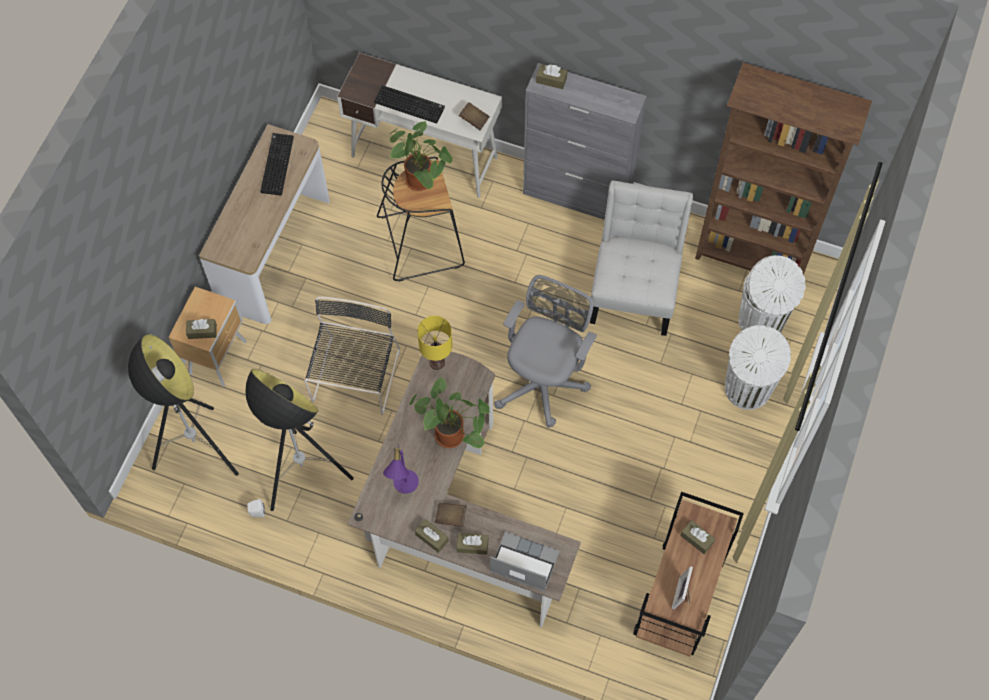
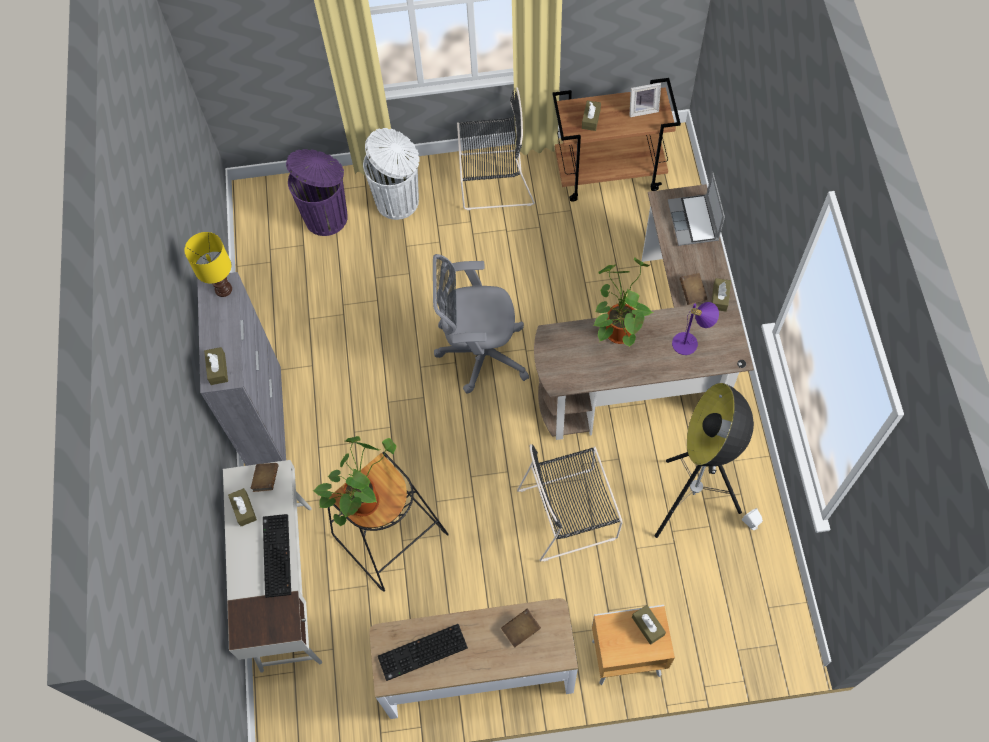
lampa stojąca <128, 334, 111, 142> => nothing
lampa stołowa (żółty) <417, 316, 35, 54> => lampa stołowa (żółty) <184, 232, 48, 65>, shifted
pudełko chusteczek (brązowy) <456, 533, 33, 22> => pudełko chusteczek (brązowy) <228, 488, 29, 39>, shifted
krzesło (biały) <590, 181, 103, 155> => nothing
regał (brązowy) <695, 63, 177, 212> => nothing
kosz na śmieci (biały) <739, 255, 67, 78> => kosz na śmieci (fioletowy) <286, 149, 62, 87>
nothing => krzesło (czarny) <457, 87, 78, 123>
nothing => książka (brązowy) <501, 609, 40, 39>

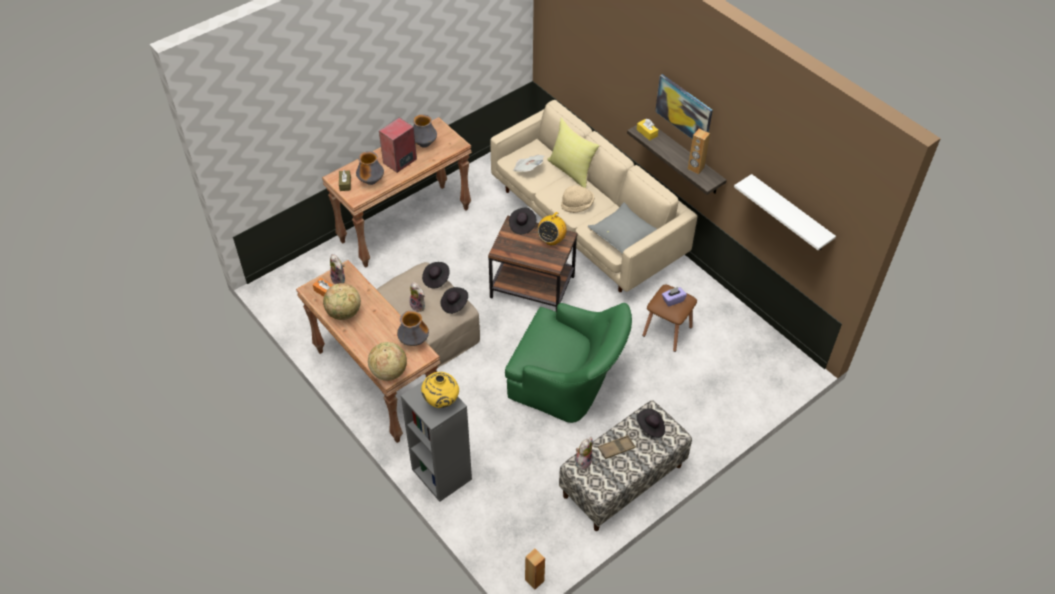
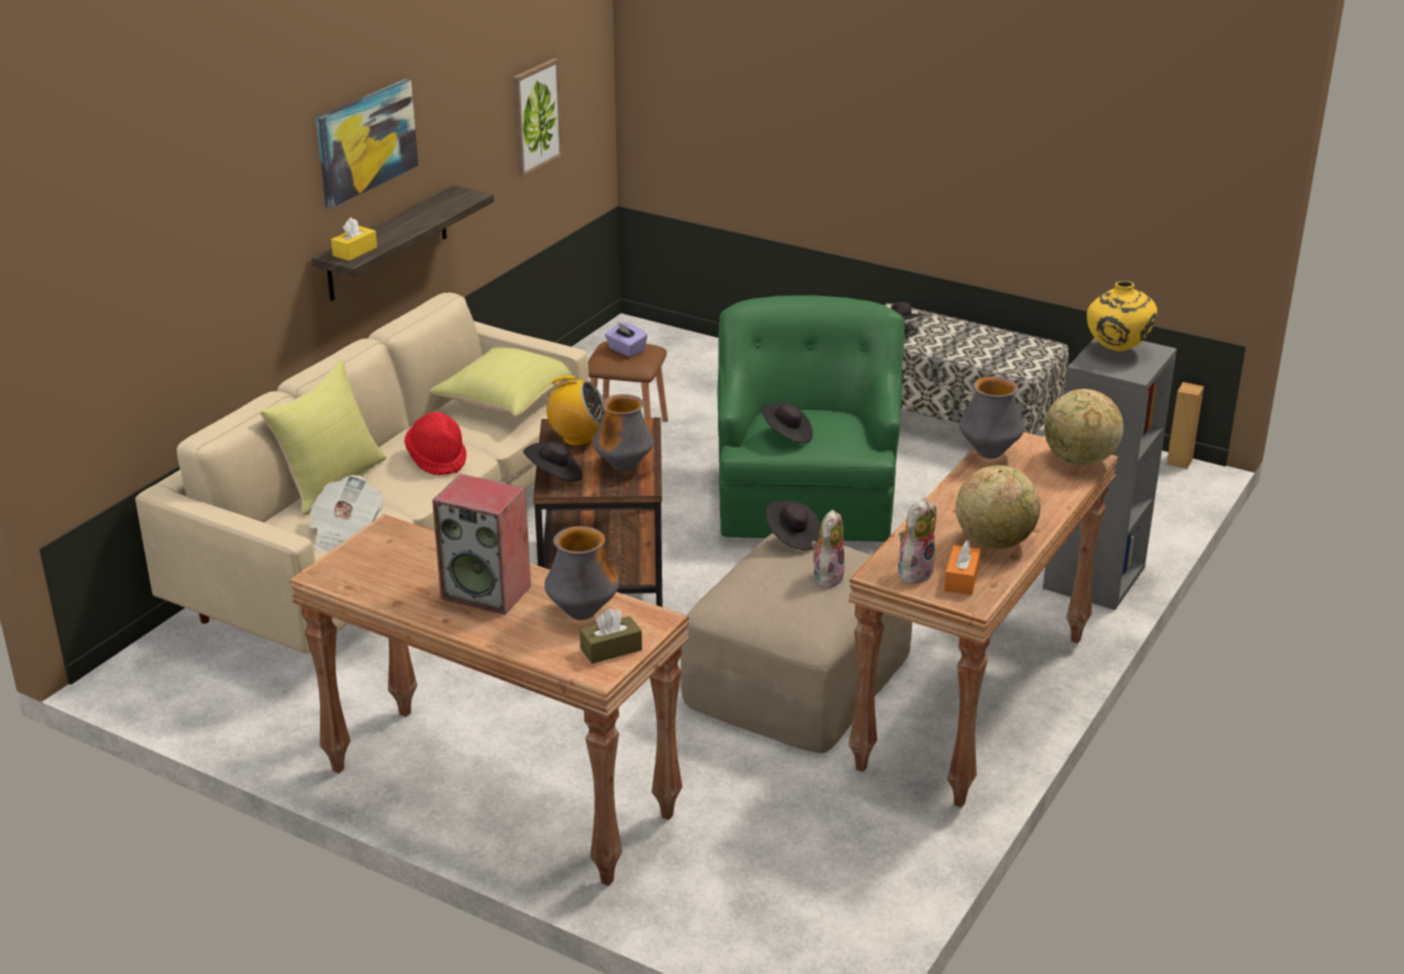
wazon <413, 114, 24, 34> => wazon <593, 394, 61, 78>, shifted
kapelusz (czarny) <422, 262, 28, 26> => kapelusz (czarny) <761, 403, 52, 41>, shifted
kapelusz (beżowy) <561, 185, 33, 28> => kapelusz (czerwony) <405, 412, 62, 63>
pluszak <576, 437, 17, 33> => nothing
poduszka (szary) <587, 202, 70, 53> => poduszka (żółty) <429, 347, 143, 70>
taca (brązowy) <598, 435, 38, 24> => nothing
głośnik (brązowy) <688, 129, 22, 45> => nothing
półka (biały) <734, 174, 102, 76> => obraz <513, 58, 50, 119>

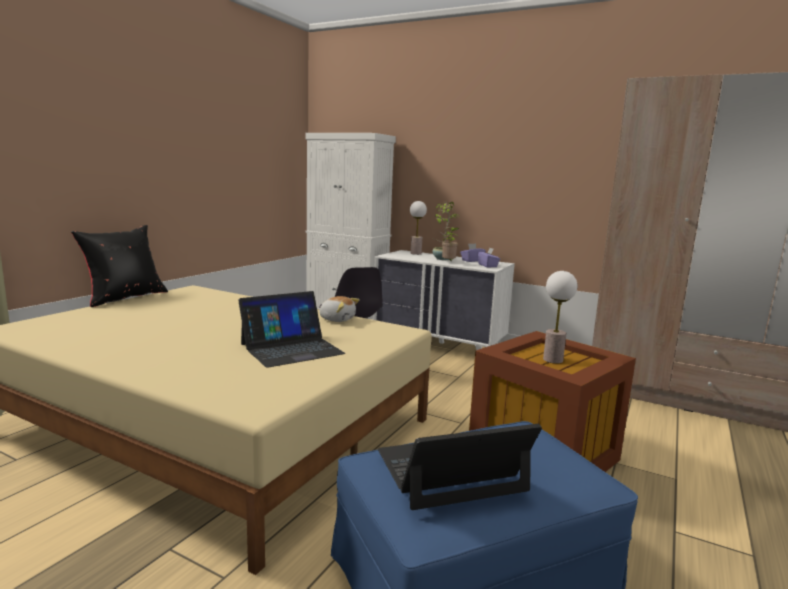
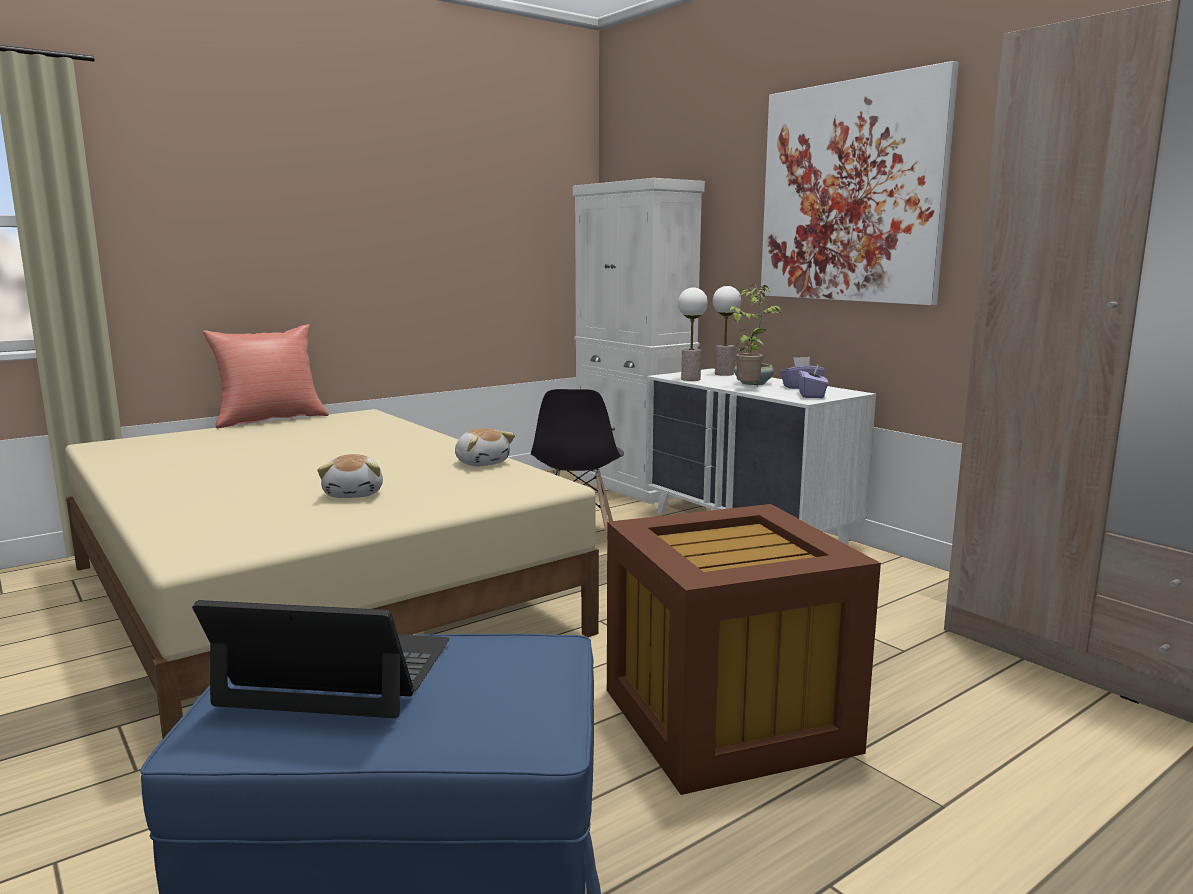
poduszka (czarny) <71, 225, 97, 82> => poduszka (czerwony) <202, 324, 127, 104>
laptop <238, 291, 107, 77> => pluszak <317, 454, 66, 44>
lampa stołowa <543, 271, 34, 93> => lampa stołowa <678, 287, 30, 94>, shifted
nothing => obraz <761, 61, 198, 244>

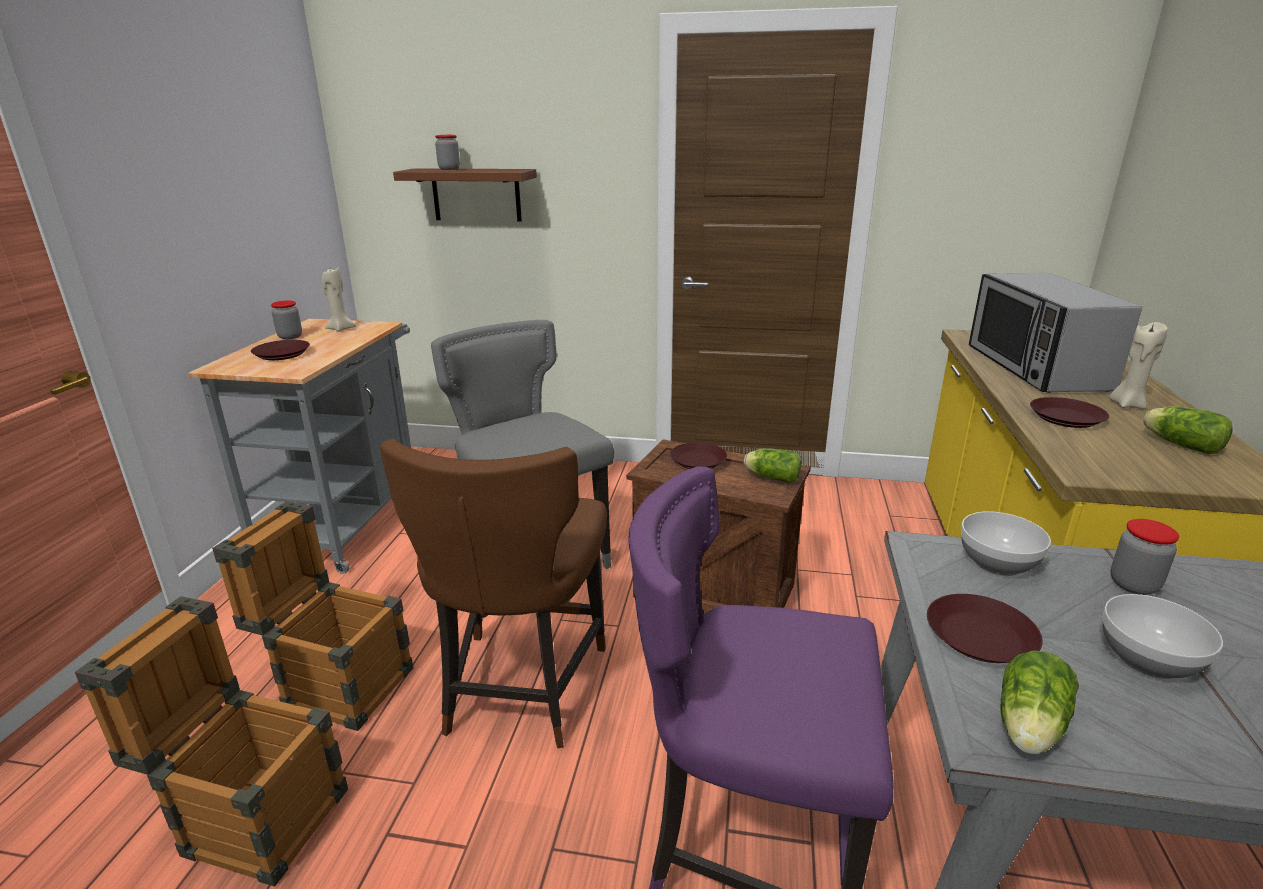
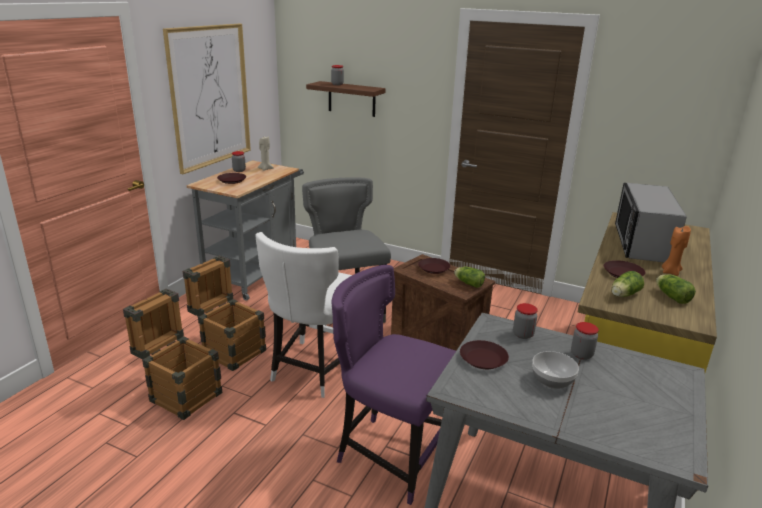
krzesło (brązowy) <380, 439, 227, 309> => krzesło (biały) <255, 232, 97, 166>
miska <961, 511, 90, 65> => słoik <513, 303, 25, 36>
sałata <1001, 650, 78, 104> => sałata <611, 271, 33, 26>, shifted
świeca (beżowy) <1109, 322, 59, 87> => świeca (pomarańczowy) <662, 226, 29, 50>
nothing => obraz <163, 24, 88, 150>

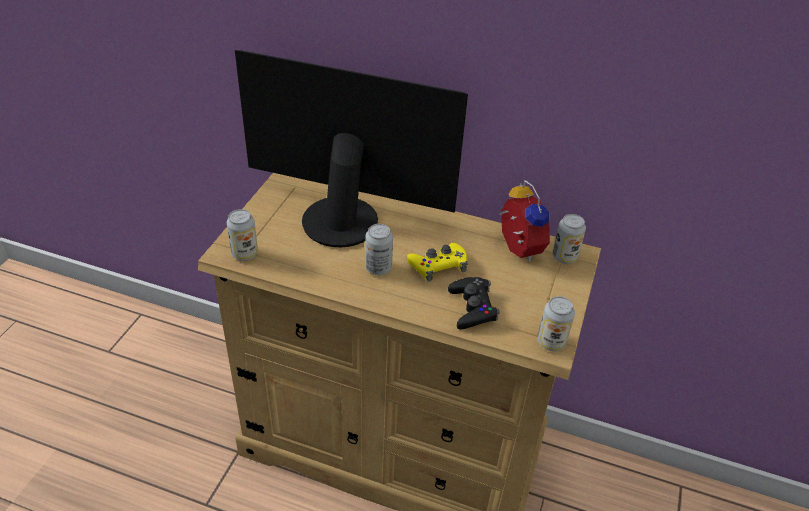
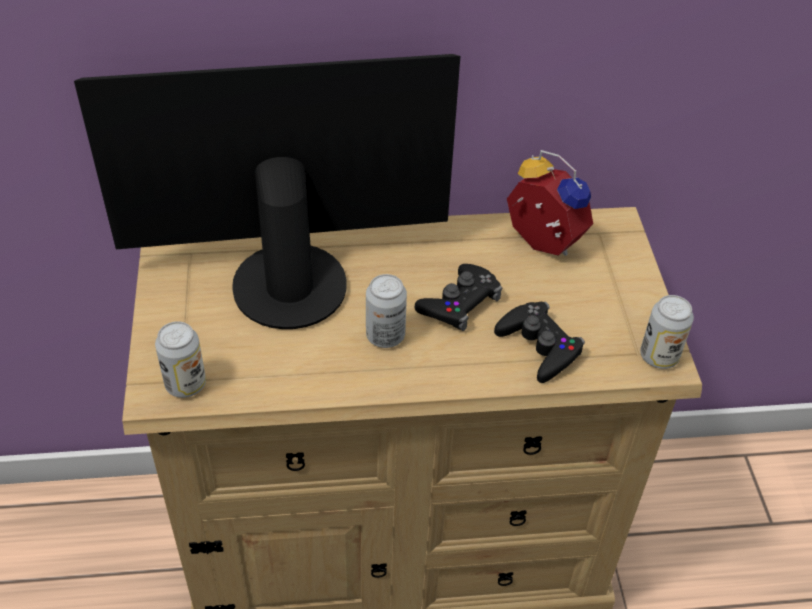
pad do gier (żółty) <407, 243, 61, 39> => pad do gier (czarny) <415, 264, 88, 67>
puszka <552, 214, 34, 50> => nothing

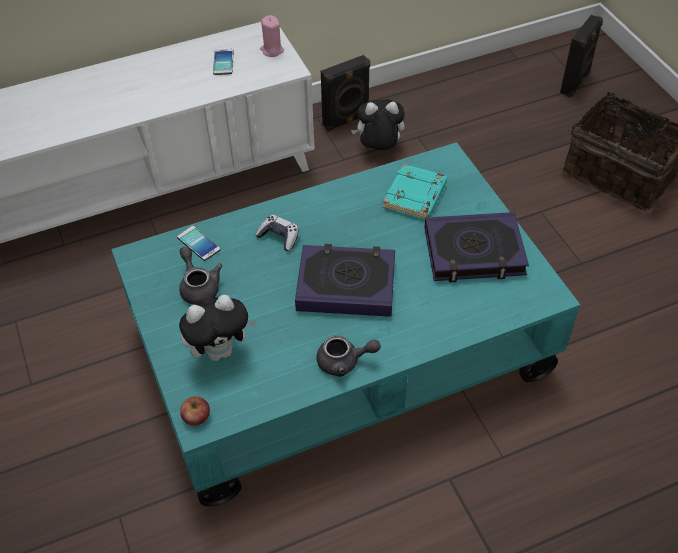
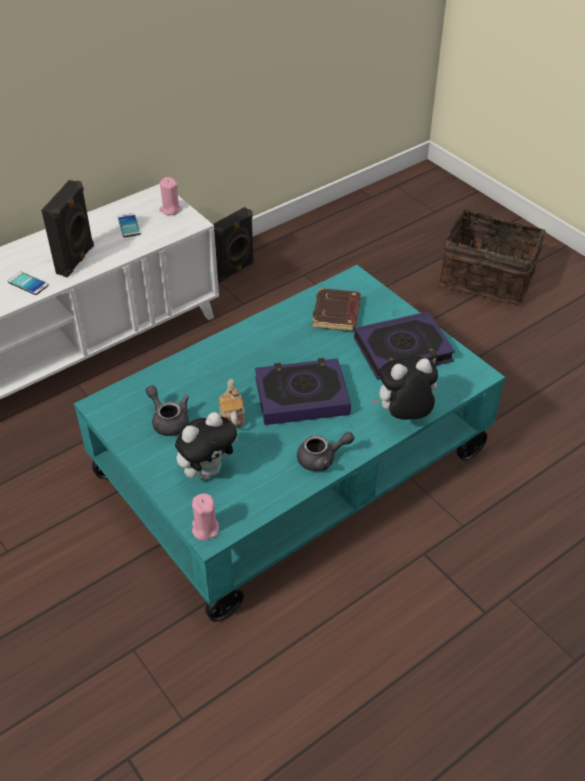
telefon <177, 226, 44, 35> => telefon <8, 271, 41, 24>, shifted
jabłko <180, 396, 30, 30> => świeca (różowy) <192, 493, 27, 48>
pad do gier <255, 215, 44, 36> => nothing
pluszak <351, 99, 54, 51> => pluszak <372, 356, 66, 64>, shifted
książka (turkusowy) <383, 164, 64, 56> => książka (brązowy) <312, 288, 49, 43>
głośnik (czarny) <560, 15, 43, 82> => głośnik (czarny) <41, 180, 53, 98>, shifted
nothing => imbryk <219, 379, 26, 49>

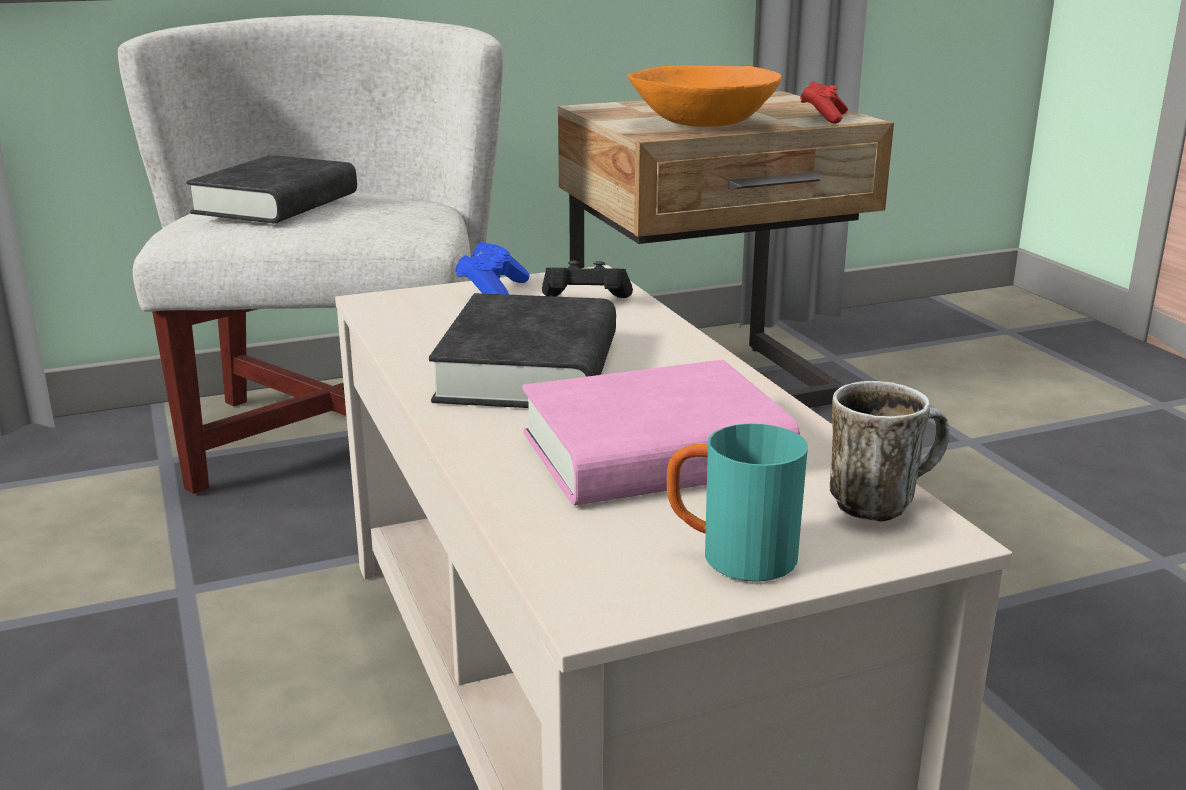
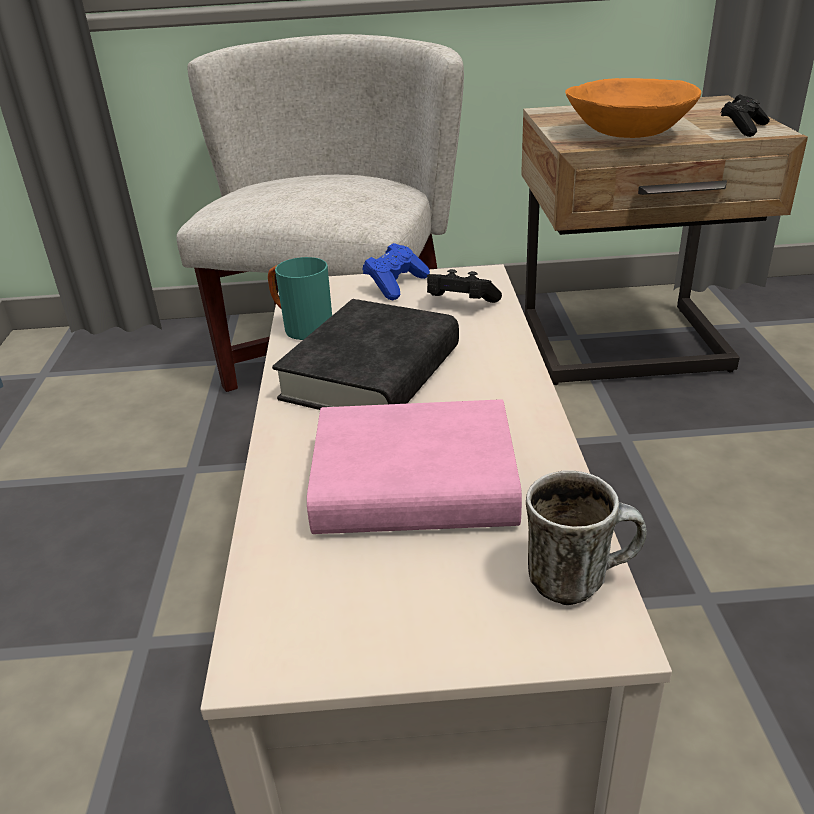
książka (czarny) <186, 155, 171, 68> => nothing
kubek (turkusowy) <667, 424, 141, 158> => kubek (turkusowy) <268, 257, 64, 83>, shifted
pad do gier (czerwony) <800, 81, 48, 43> => pad do gier (czarny) <721, 94, 49, 43>

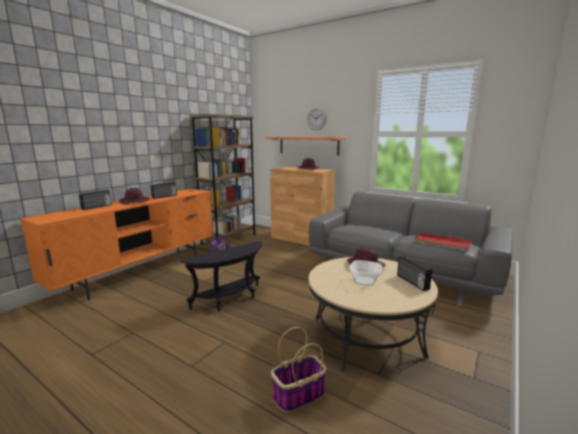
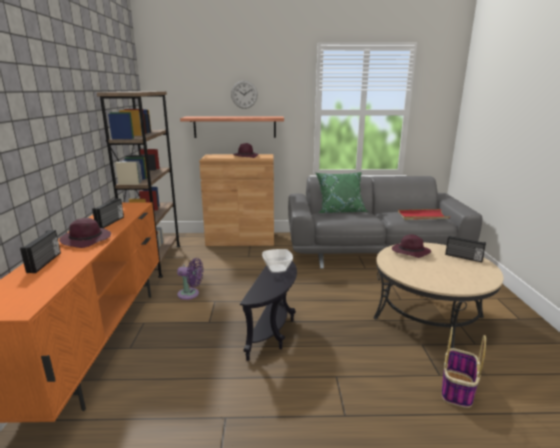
miska <349, 260, 33, 26> => miska <262, 249, 31, 24>, shifted
nothing => poduszka (zielony) <316, 172, 53, 41>

